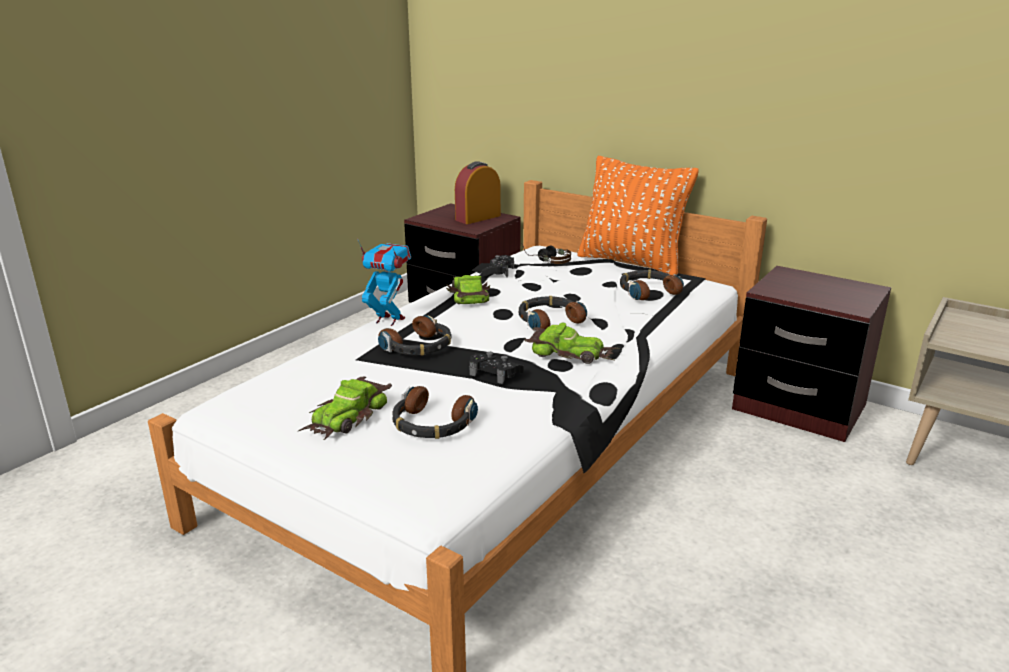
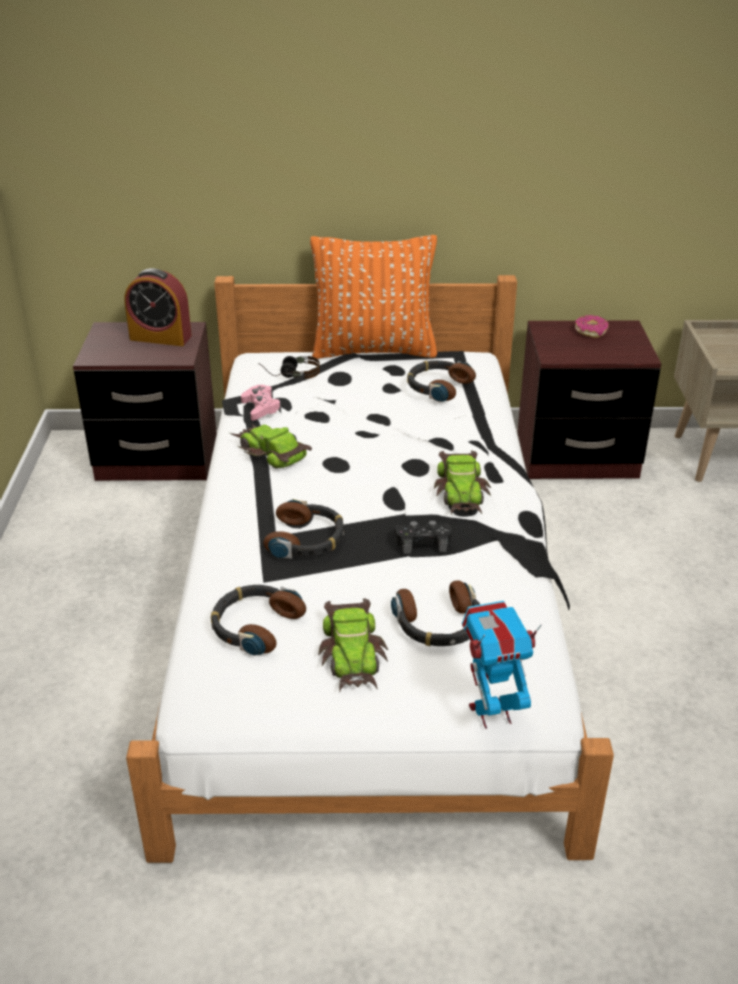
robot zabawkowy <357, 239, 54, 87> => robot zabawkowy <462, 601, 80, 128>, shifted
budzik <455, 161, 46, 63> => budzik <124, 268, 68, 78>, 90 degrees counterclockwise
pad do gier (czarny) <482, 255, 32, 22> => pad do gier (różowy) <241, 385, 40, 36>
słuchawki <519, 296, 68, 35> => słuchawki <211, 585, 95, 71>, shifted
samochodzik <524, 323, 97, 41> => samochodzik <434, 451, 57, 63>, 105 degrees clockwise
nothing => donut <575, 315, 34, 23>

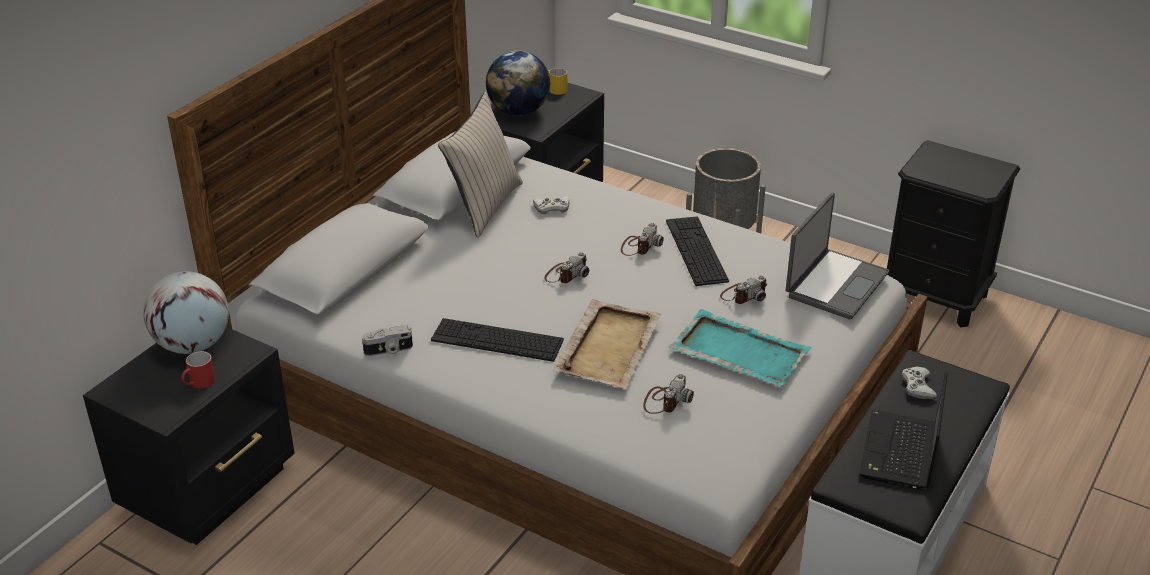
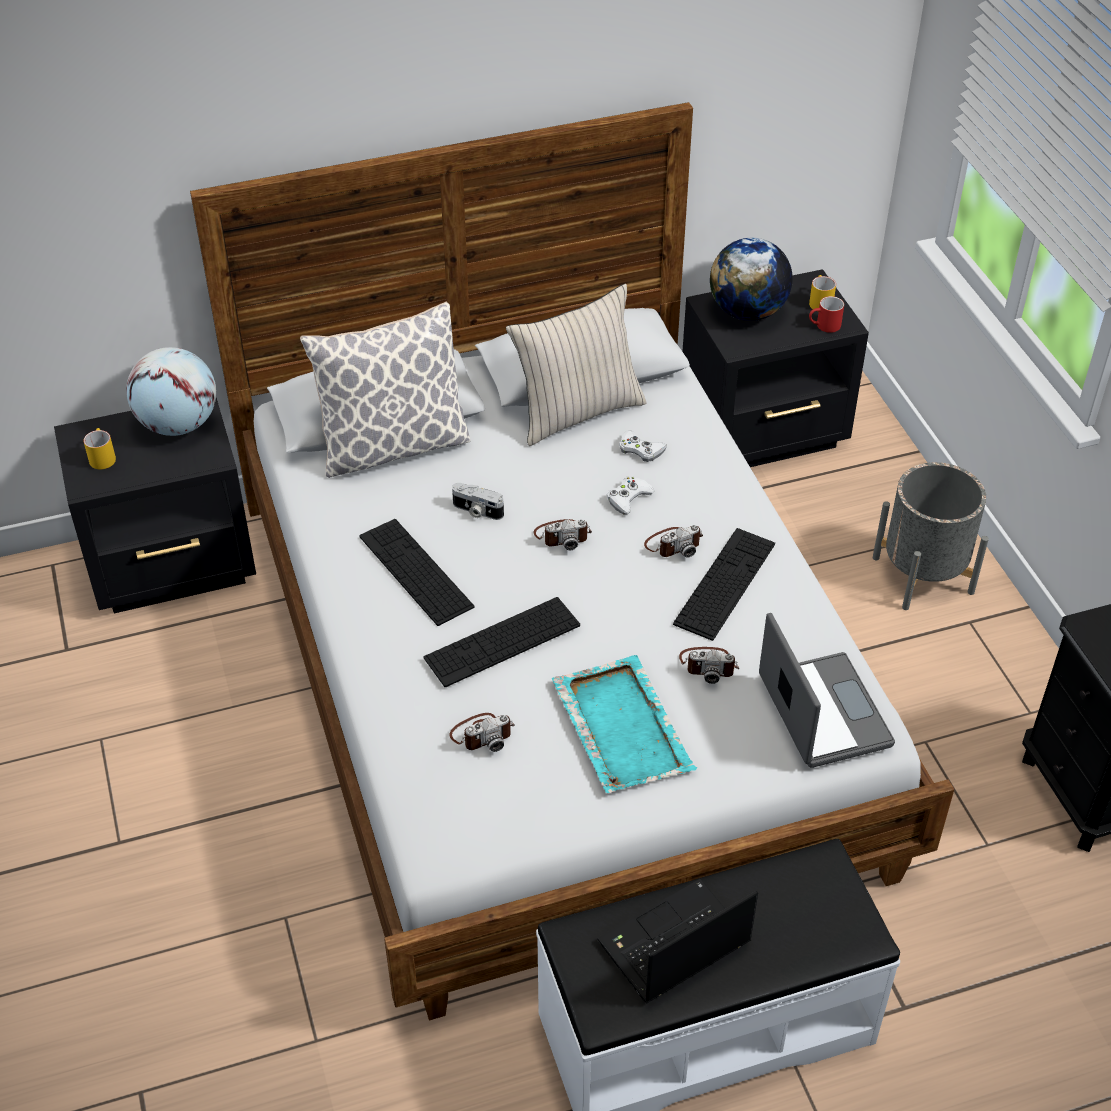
kubek (czerwony) <181, 351, 35, 37> => kubek (czerwony) <809, 296, 35, 37>, shifted
aparat fotograficzny <362, 325, 51, 31> => aparat fotograficzny <452, 483, 52, 37>, shifted
taca (beżowy) <553, 299, 108, 90> => klawiatura <424, 597, 156, 90>
laptop <786, 193, 103, 127> => laptop <759, 613, 136, 155>, 90 degrees counterclockwise
pad do gier (biały) <902, 367, 35, 32> => pad do gier (biały) <607, 476, 47, 38>, shifted
nothing => kubek (żółty) <83, 428, 33, 41>
nothing => poduszka <300, 302, 171, 176>

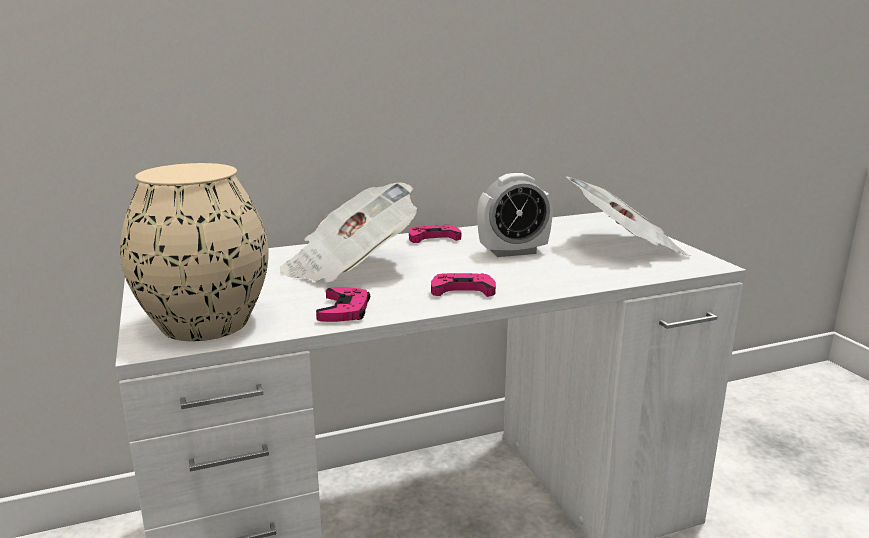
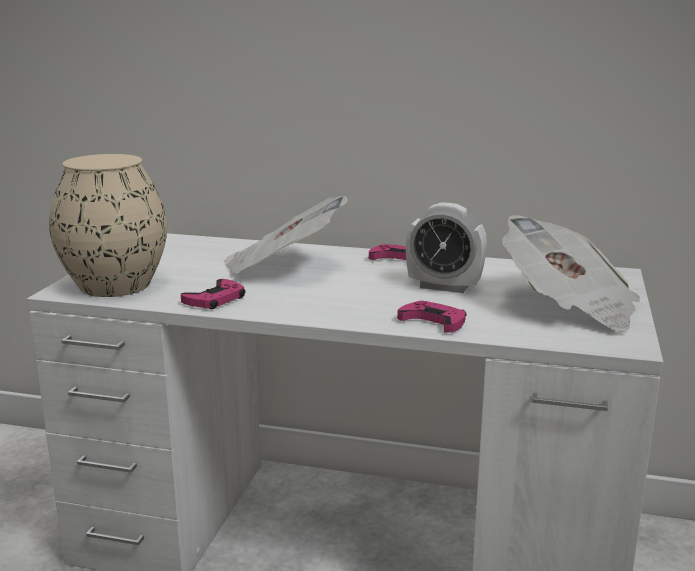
pad do gier (różowy) <431, 273, 65, 24> => pad do gier (różowy) <397, 301, 70, 31>, shifted

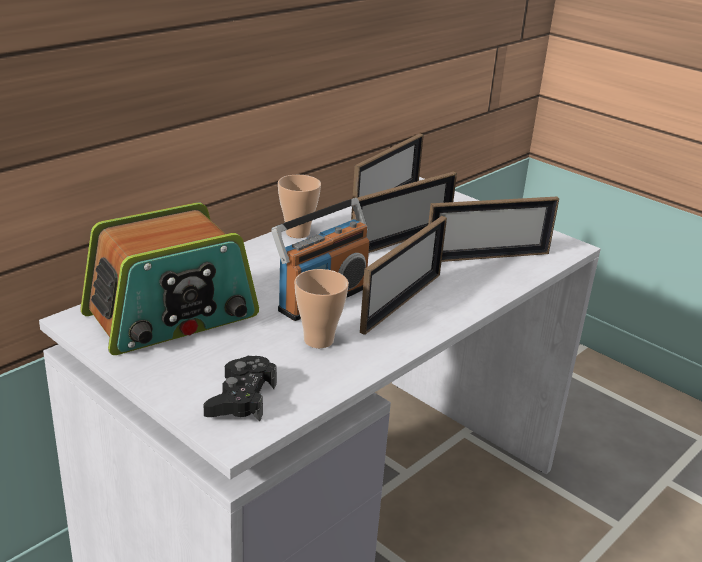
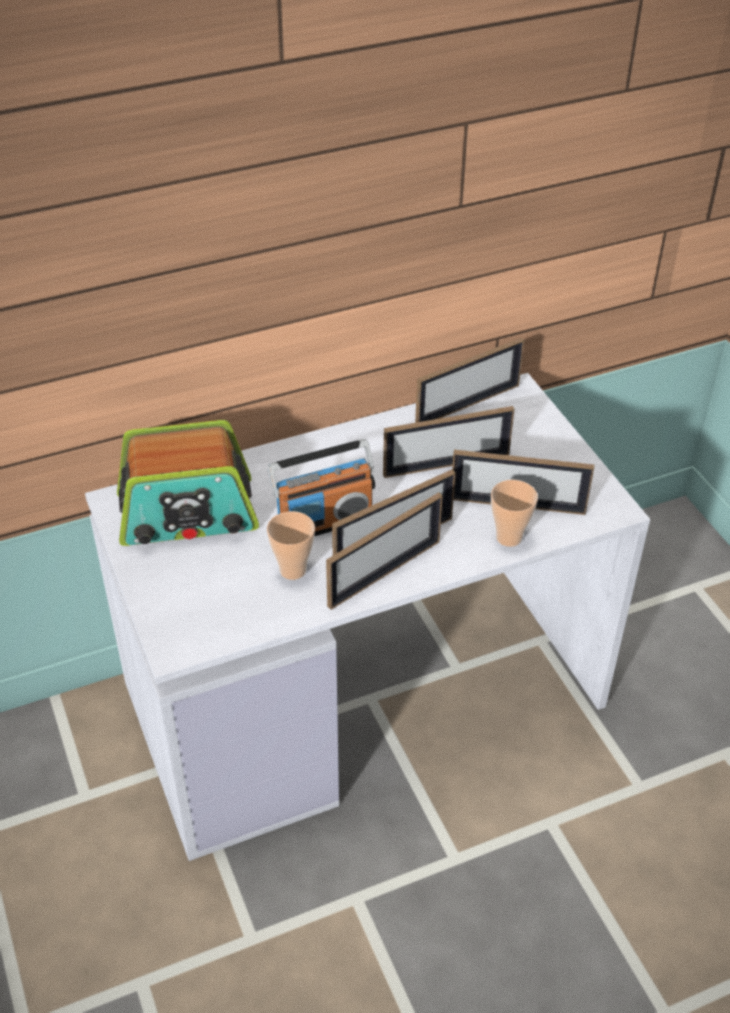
pad do gier (czarny) <204, 356, 73, 65> => nothing
filiżanka <278, 175, 43, 63> => filiżanka <491, 480, 47, 67>, shifted
nothing => ramka na zdjęcie <326, 492, 117, 118>

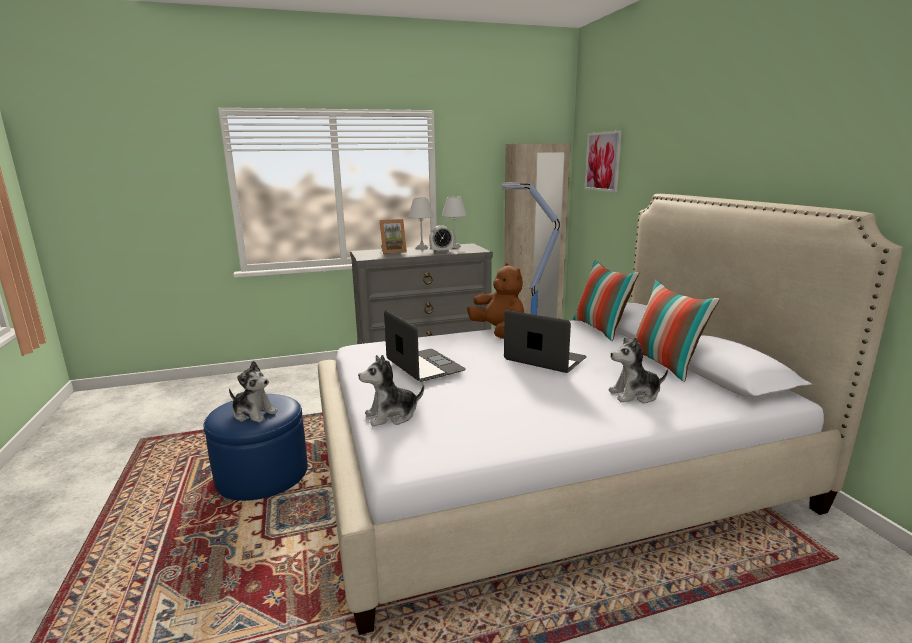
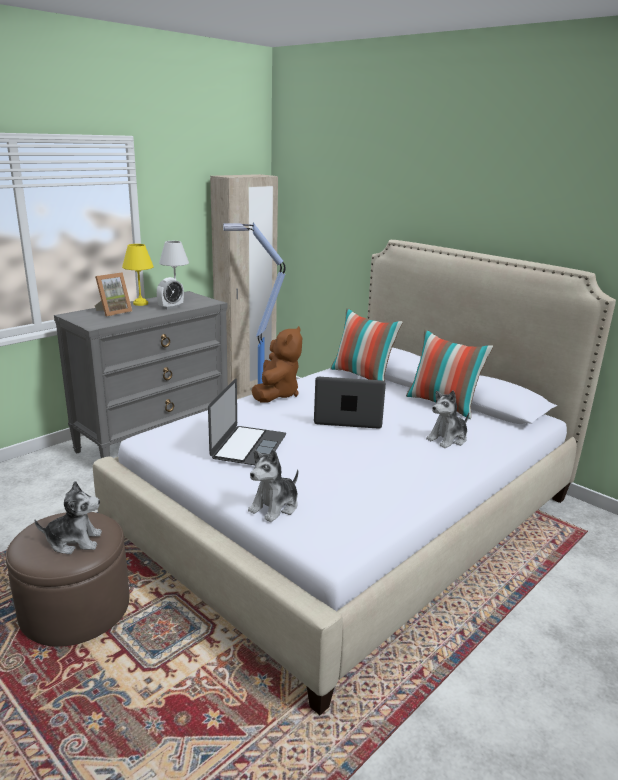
pufa (niebieski) <204, 394, 104, 107> => pufa (brązowy) <6, 512, 123, 135>
laptop <384, 310, 82, 72> => laptop <208, 379, 78, 86>, 75 degrees clockwise
lampa stołowa (biały) <408, 197, 26, 53> => lampa stołowa (żółty) <122, 244, 32, 62>
pluszak (brązowy) <467, 263, 57, 76> => pluszak (brązowy) <252, 326, 50, 77>, 75 degrees clockwise
obraz <585, 131, 37, 61> => nothing

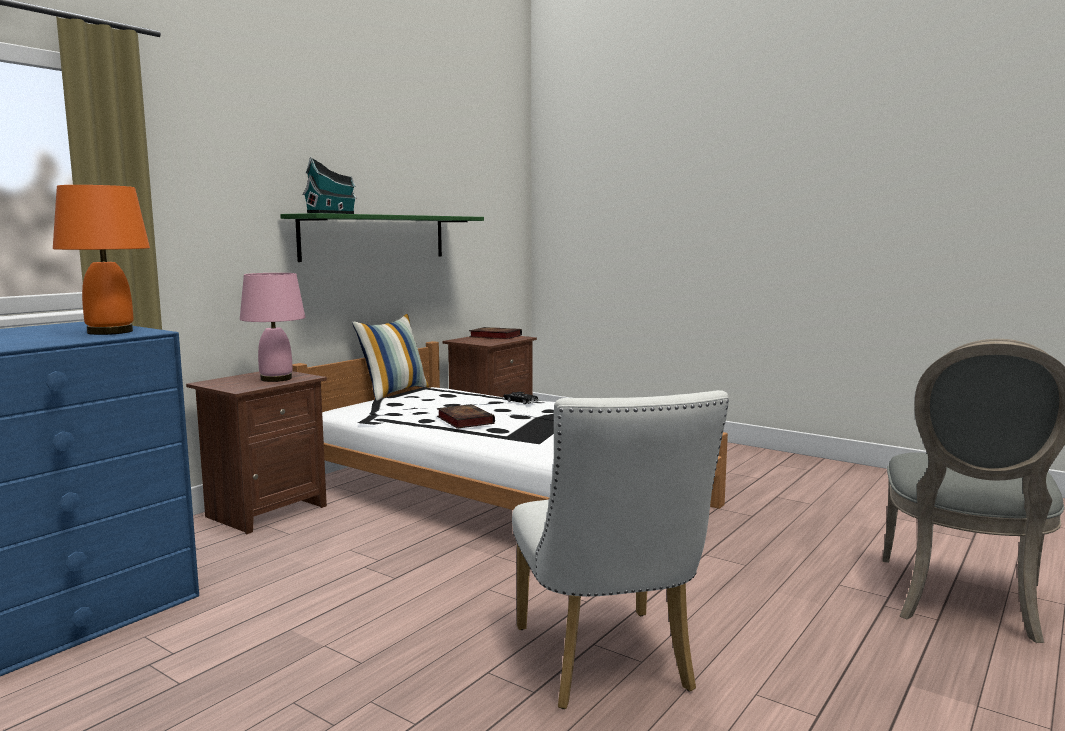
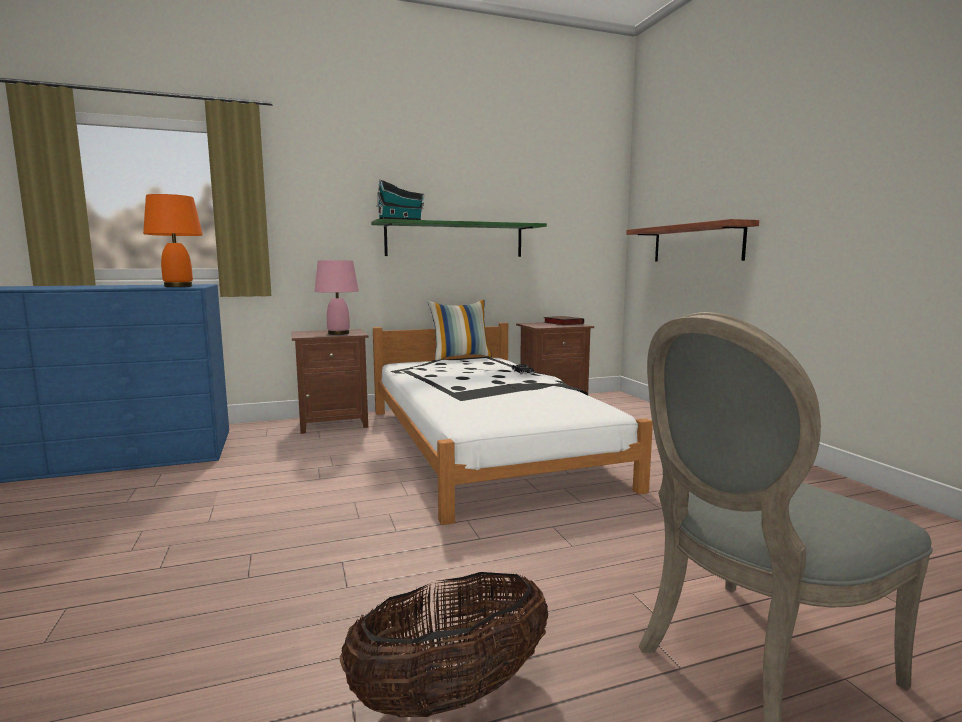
książka <437, 404, 58, 25> => nothing
krzesło (biały) <512, 390, 217, 319> => nothing
nothing => koszyk <340, 572, 208, 145>
nothing => półka <626, 219, 133, 42>

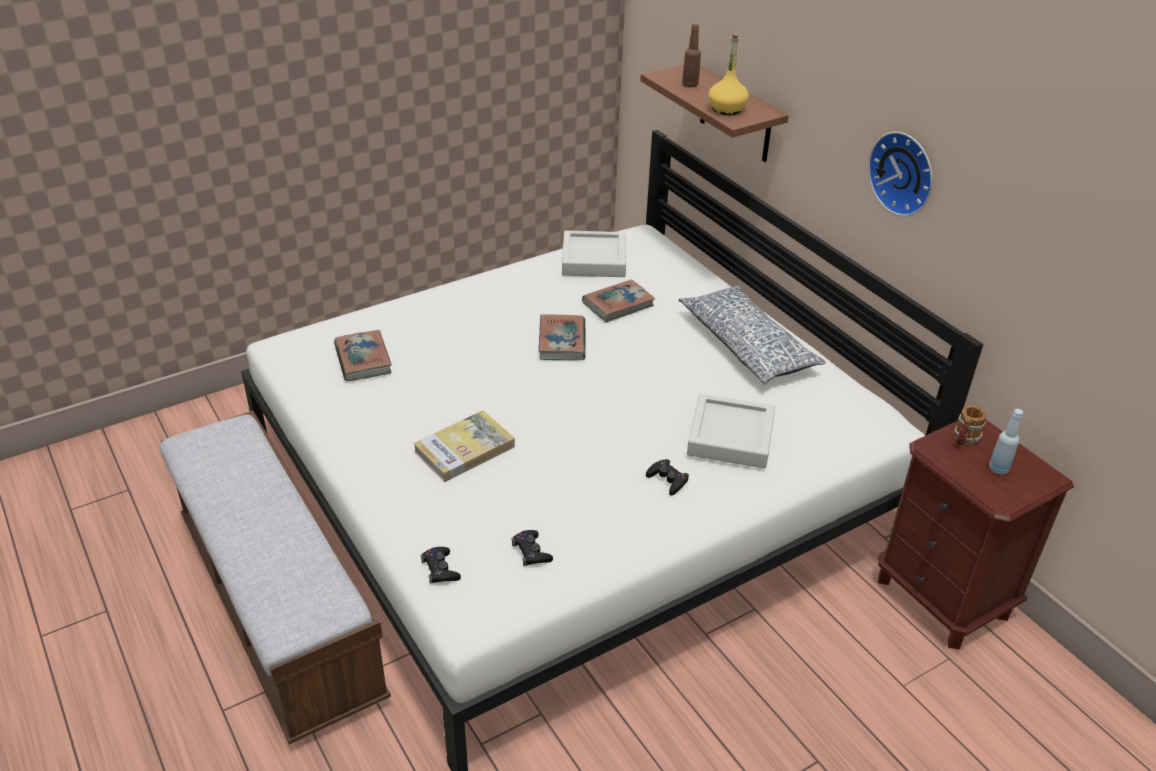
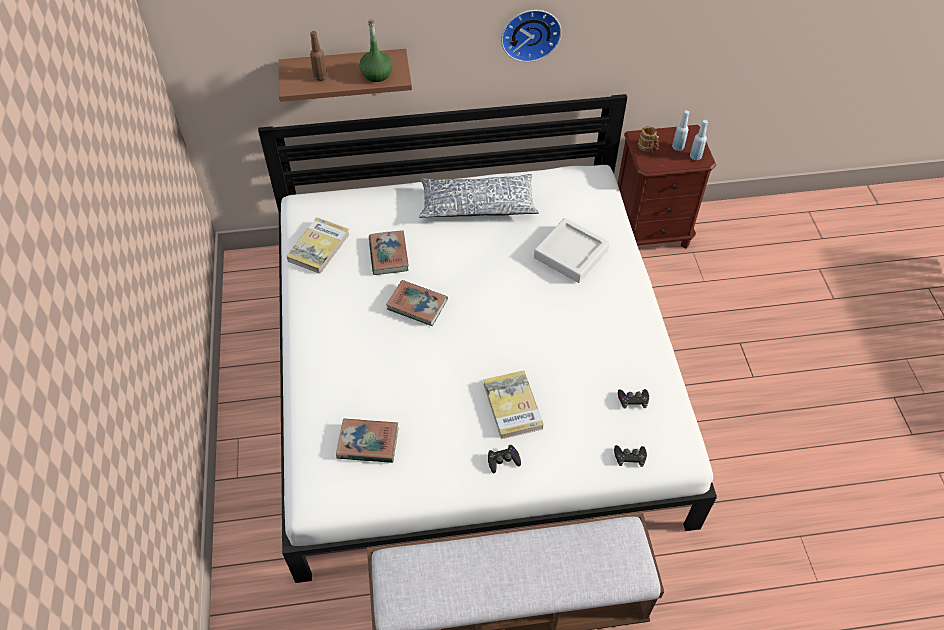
taca (szary) <562, 230, 64, 47> => książka <287, 217, 63, 57>
pad do gier (czarny) <646, 459, 43, 37> => pad do gier (czarny) <488, 445, 33, 28>, shifted
butelka (żółty) <708, 33, 41, 82> => butelka (zielony) <359, 19, 33, 63>
nothing => butelka (niebieski) <690, 120, 18, 40>

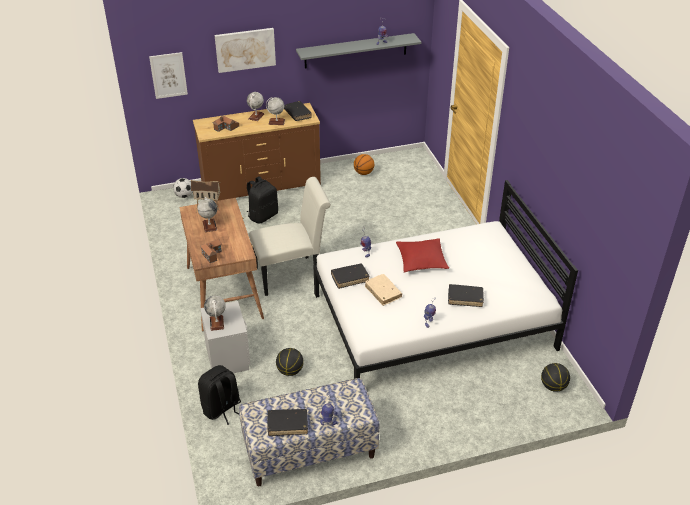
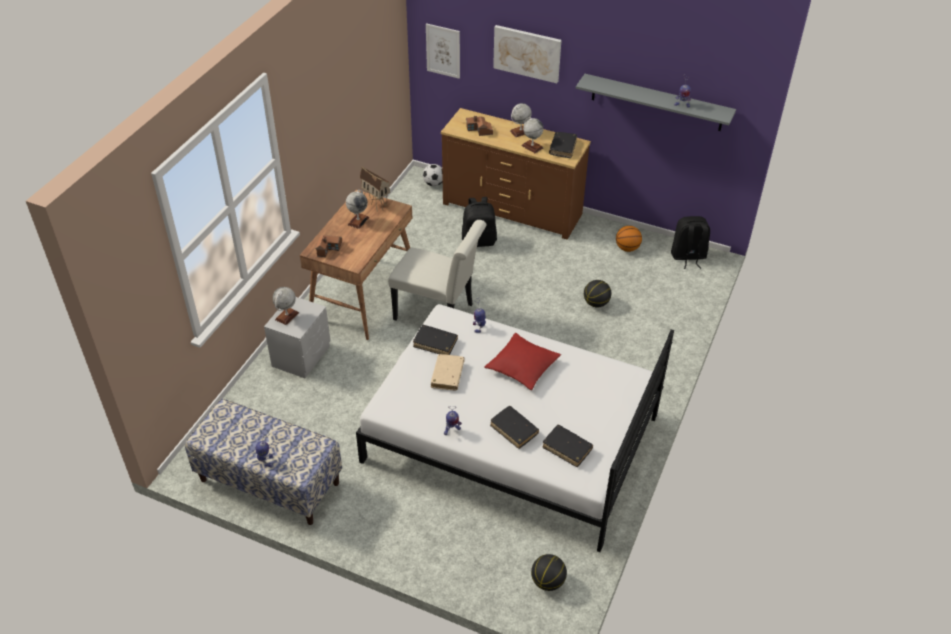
plecak (czarny) <198, 365, 43, 60> => plecak (czarny) <671, 216, 39, 53>, shifted
książka (czarny) <268, 409, 40, 27> => książka (czarny) <542, 424, 51, 43>, shifted
piłka do koszykówki <276, 348, 28, 28> => piłka do koszykówki <584, 280, 27, 27>, shifted

